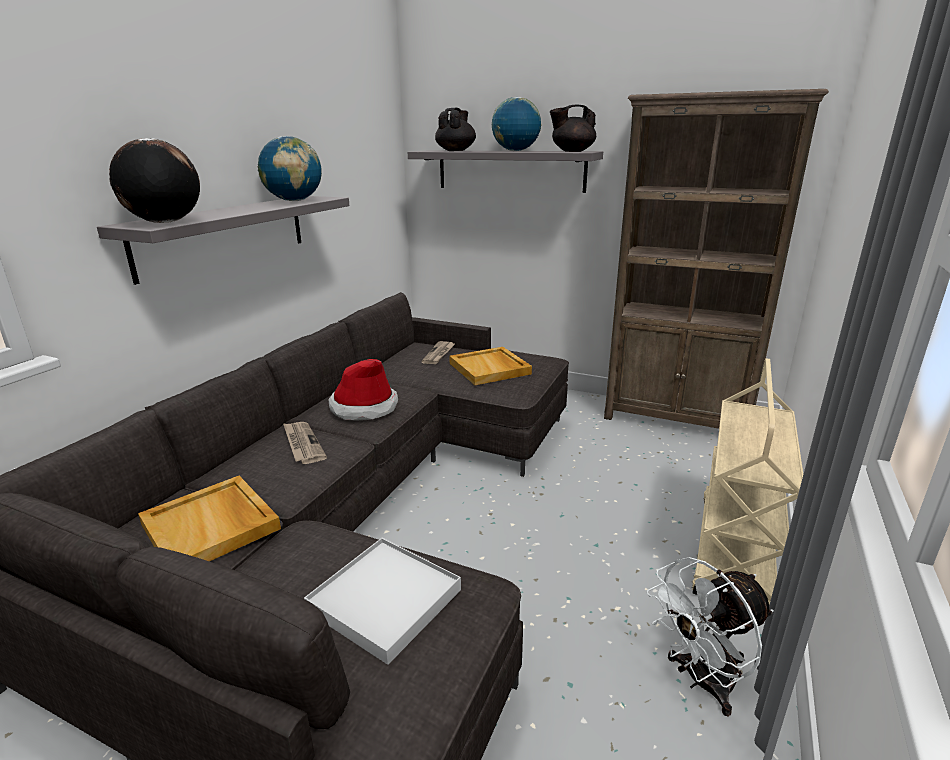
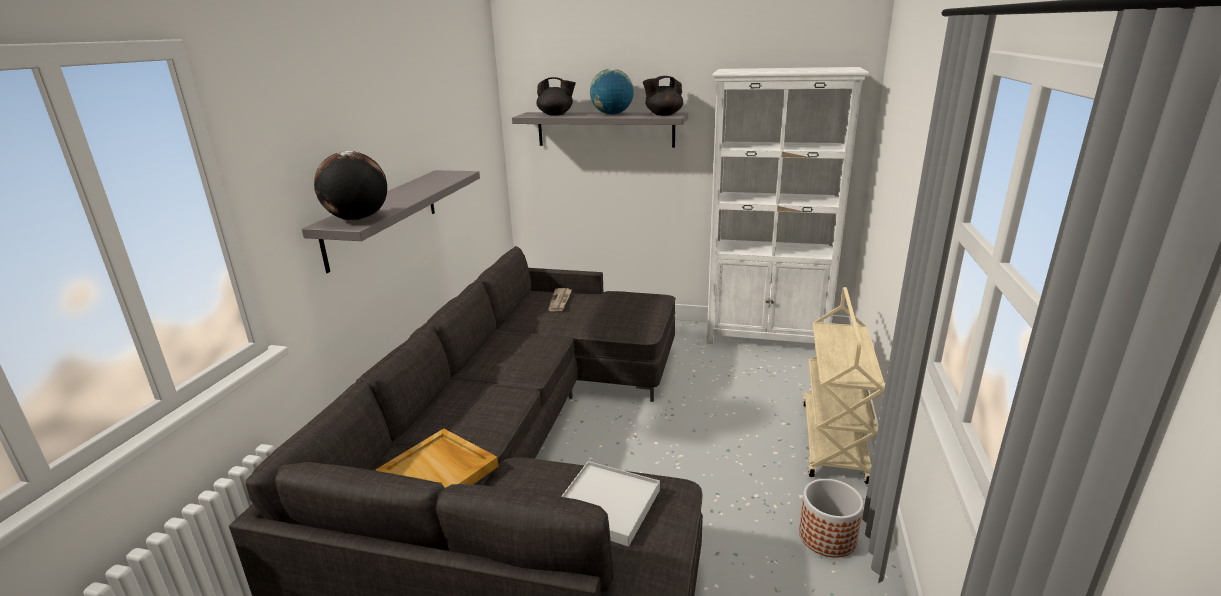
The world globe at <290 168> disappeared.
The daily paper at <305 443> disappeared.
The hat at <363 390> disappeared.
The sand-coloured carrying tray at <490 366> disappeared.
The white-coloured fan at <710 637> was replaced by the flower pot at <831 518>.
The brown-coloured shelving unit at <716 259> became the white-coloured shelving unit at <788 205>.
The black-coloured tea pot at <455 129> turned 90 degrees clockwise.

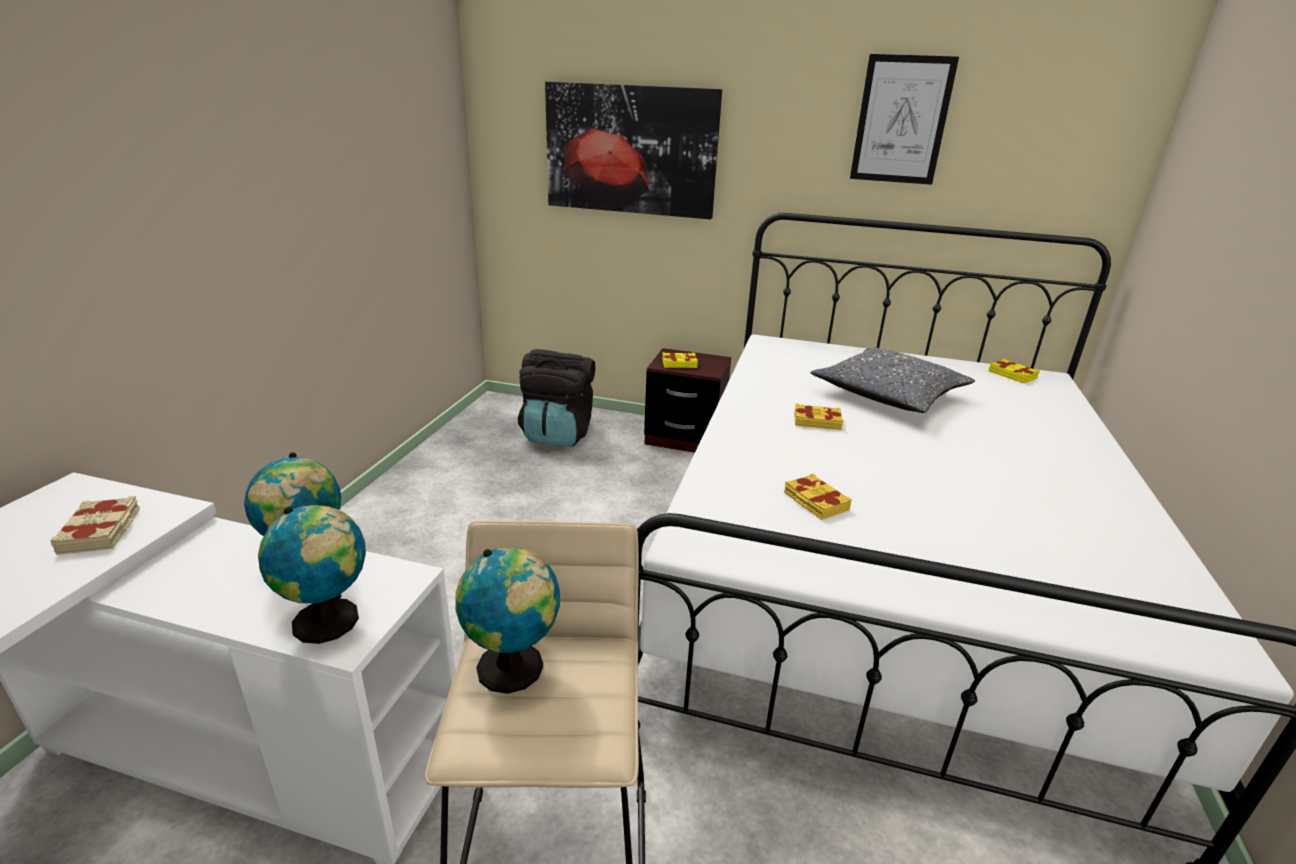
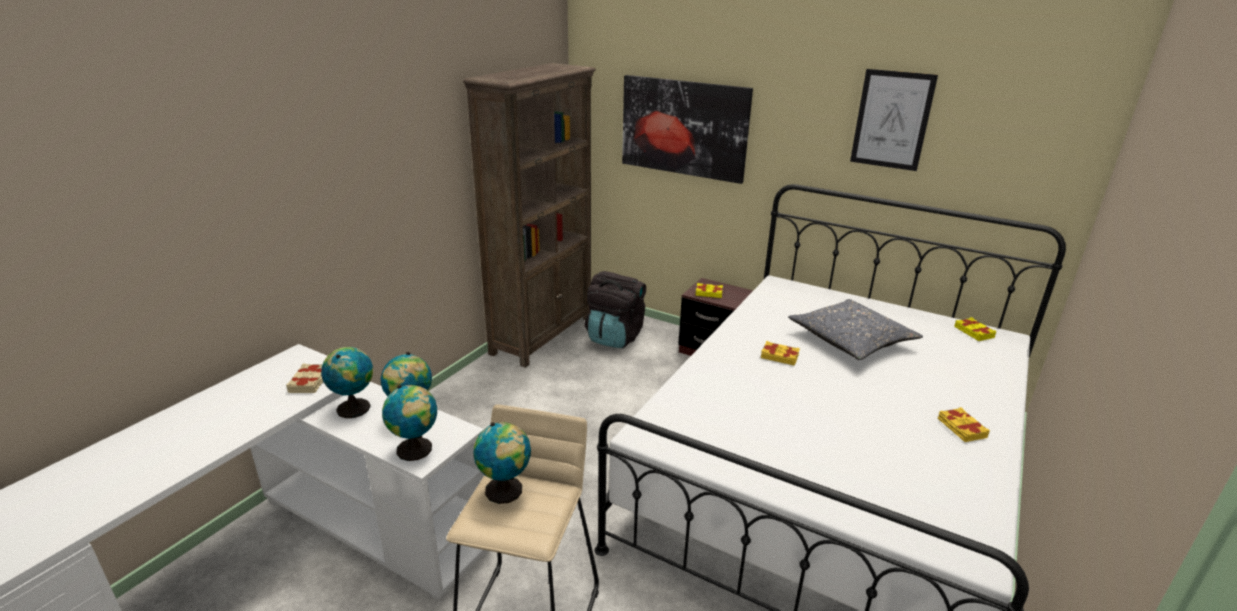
The world globe at <347 382> appeared.
The brown-coloured shelving unit at <529 215> appeared.
The yellow volume moved from <818 496> to <963 424>.

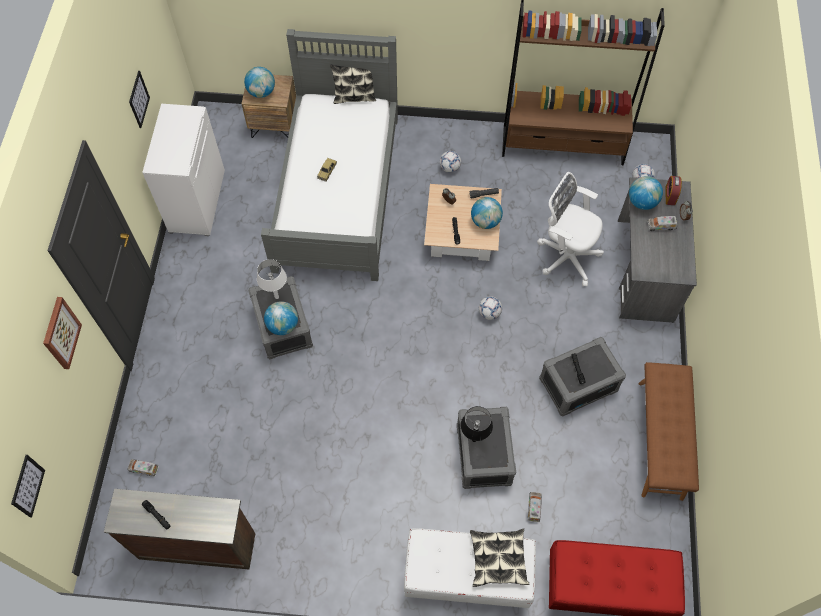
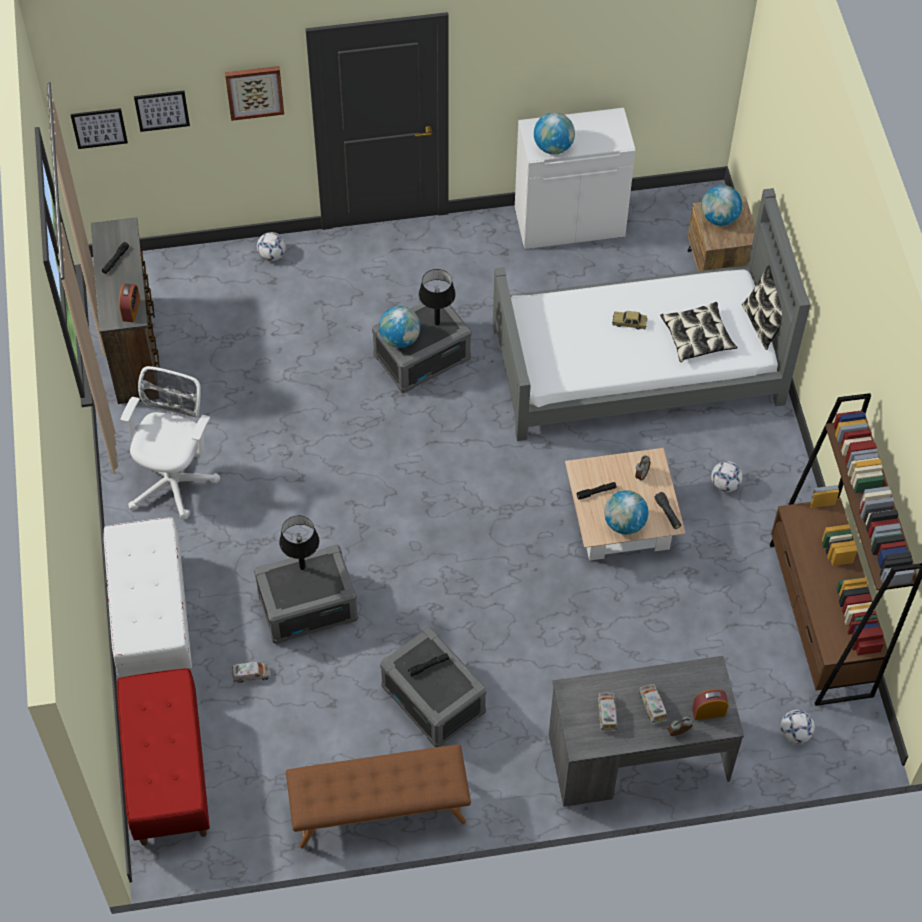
The bedside clock at <129 302> appeared.
The toy lorry moved from <143 468> to <607 712>.
The picture moved from <139 99> to <162 111>.
The throw pillow moved from <499 557> to <699 332>.
The football moved from <490 308> to <271 246>.
The white-coloured desk chair moved from <570 229> to <170 443>.
The world globe moved from <646 193> to <554 133>.
The white-coloured table lamp at <272 279> became the black-coloured table lamp at <437 297>.

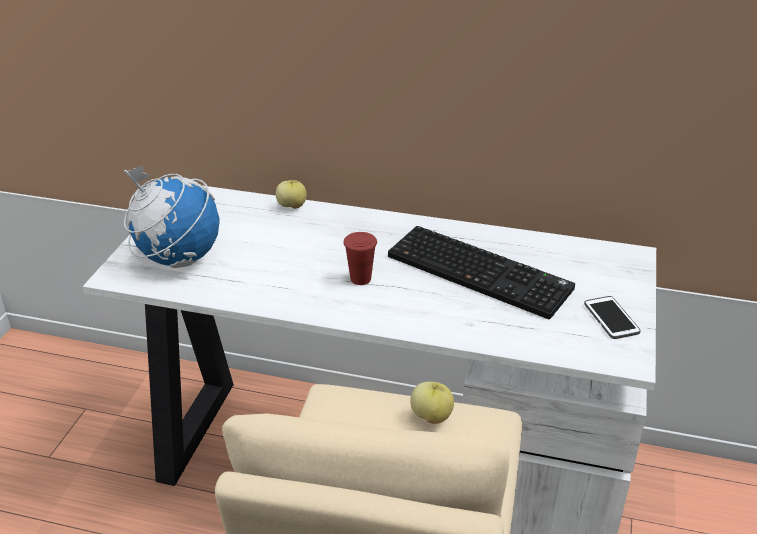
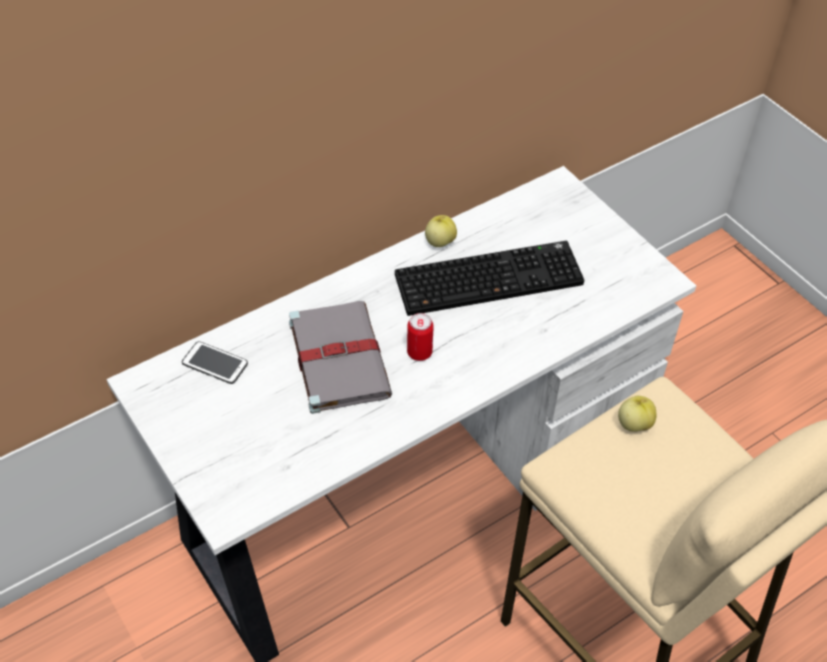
The world globe at <171 216> disappeared.
The greyish volume at <340 357> appeared.
The apple moved from <291 194> to <441 231>.
The handset moved from <612 317> to <215 362>.
The reddish small cup at <360 258> was replaced by the sealed can at <420 337>.

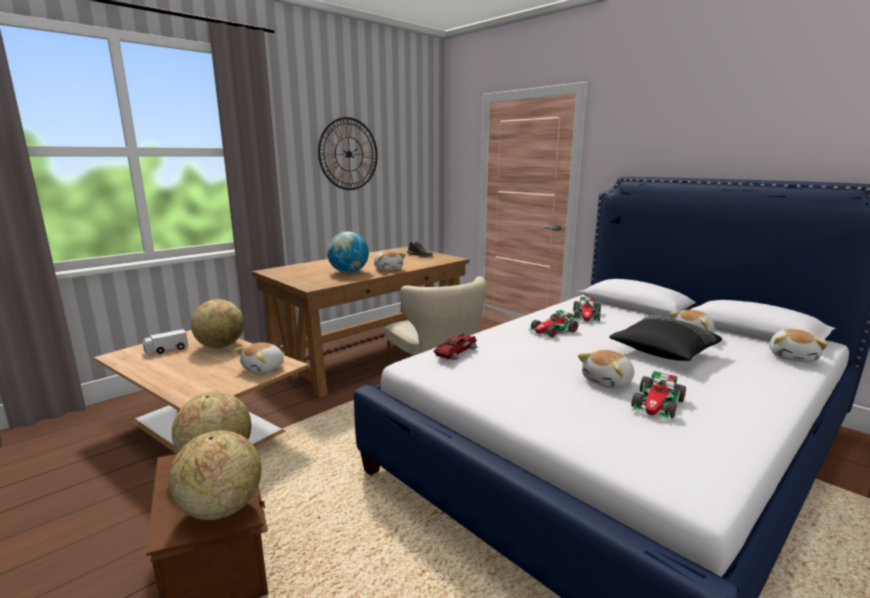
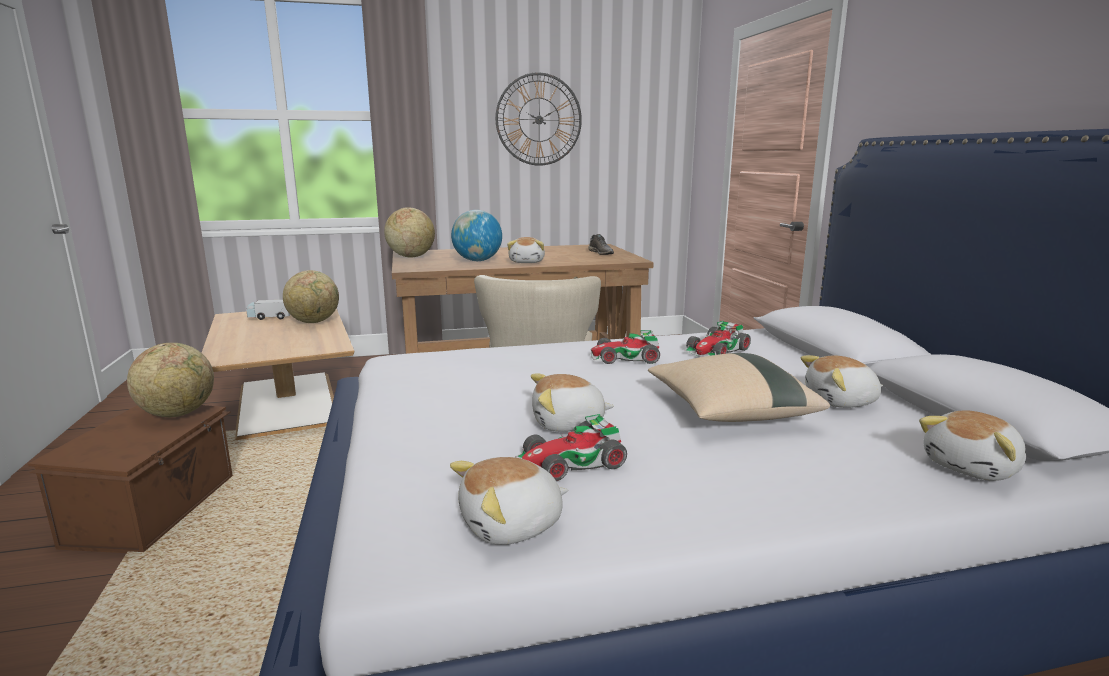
The miniature car at <456 347> disappeared.
The world globe moved from <215 475> to <409 232>.
The soft toy moved from <259 357> to <509 501>.
The black-coloured throw pillow at <665 339> became the sand-coloured throw pillow at <739 387>.

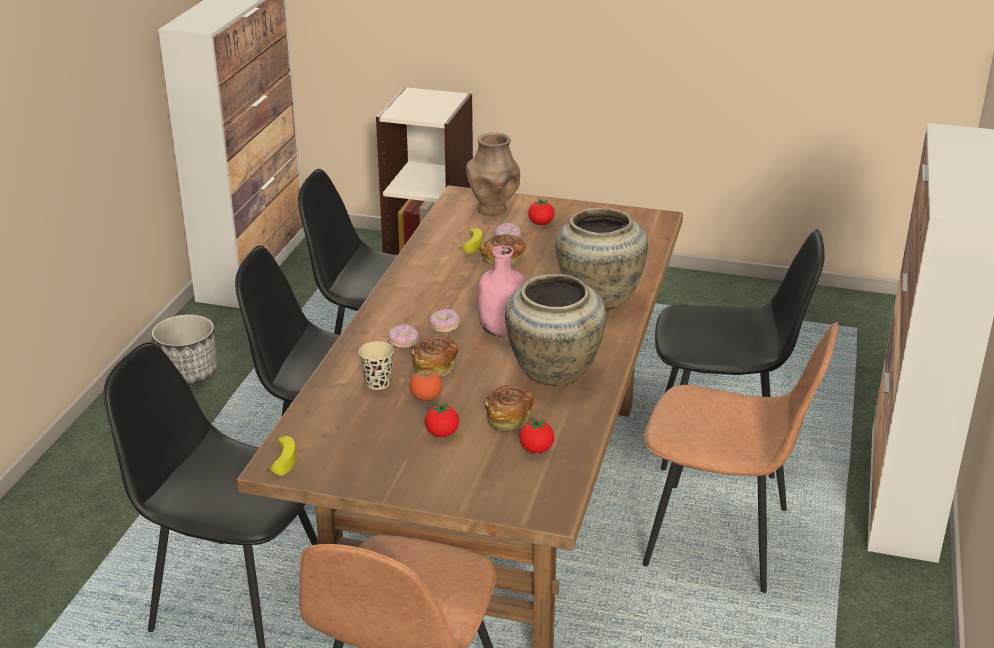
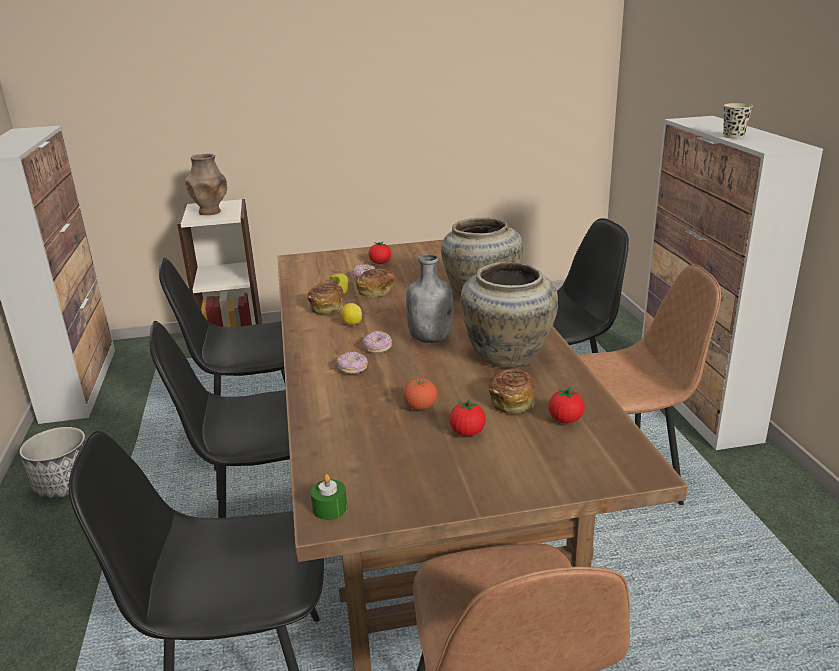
The whole lemon at <351 314> appeared.
The sand-coloured small cup moved from <376 365> to <738 121>.
The bread moved from <434 356> to <325 298>.
The brown-coloured vase moved from <493 175> to <206 184>.
The banana fruit at <281 456> was replaced by the green-coloured wax light at <329 497>.
The pink-coloured drink bottle at <502 291> became the greyish drink bottle at <429 298>.

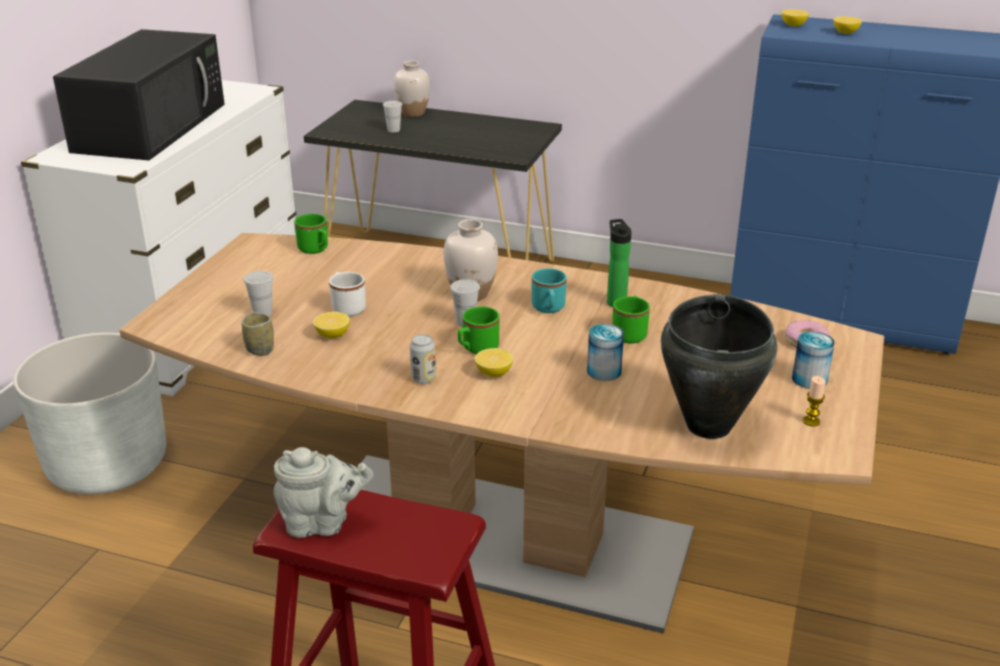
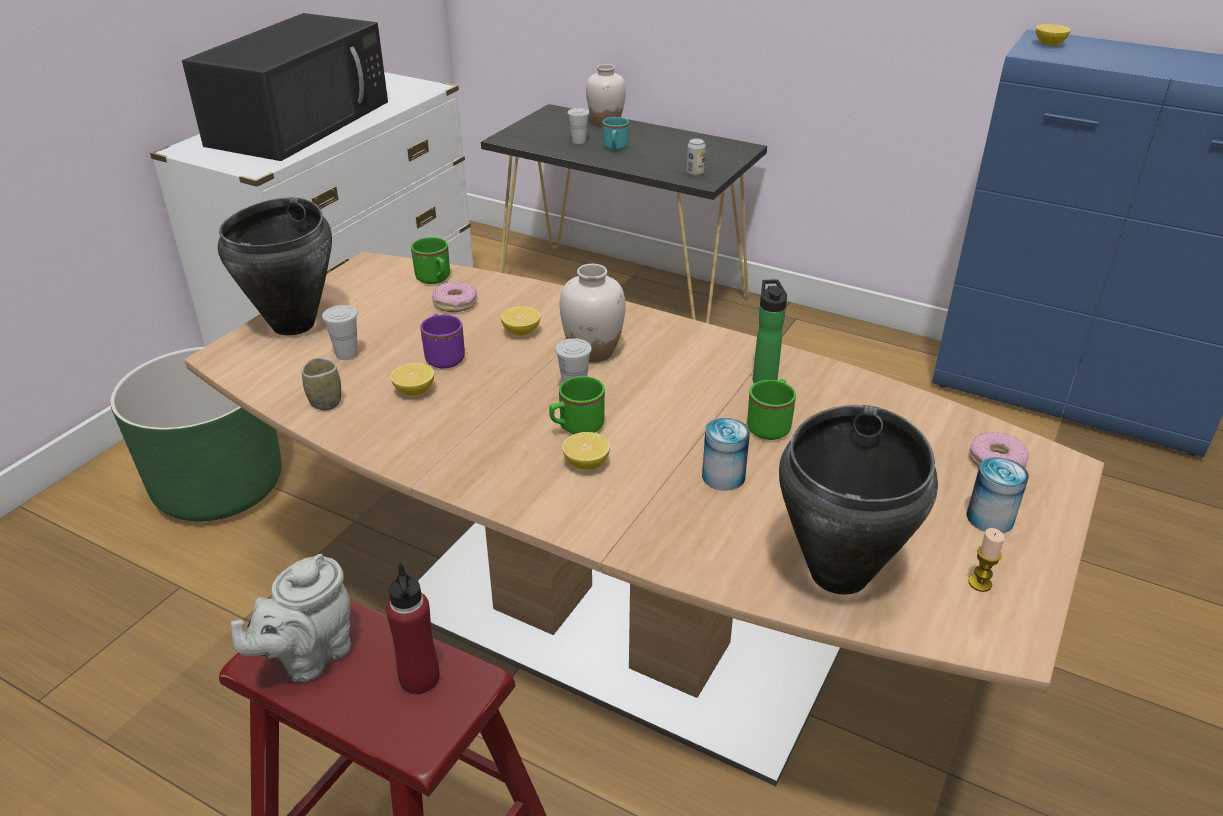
The black-coloured stockpot at <275 266> appeared.
The reddish drink bottle at <413 628> appeared.
The doughnut at <454 296> appeared.
The sealed can moved from <423 359> to <696 157>.
The turquoise mug moved from <549 290> to <616 133>.
The whole lemon moved from <847 25> to <521 321>.
The white-coloured flower pot at <89 413> became the green-coloured flower pot at <196 434>.
The white-coloured mug at <347 294> became the purple-coloured mug at <442 341>.
The greyish tea pot at <323 492> turned 120 degrees clockwise.

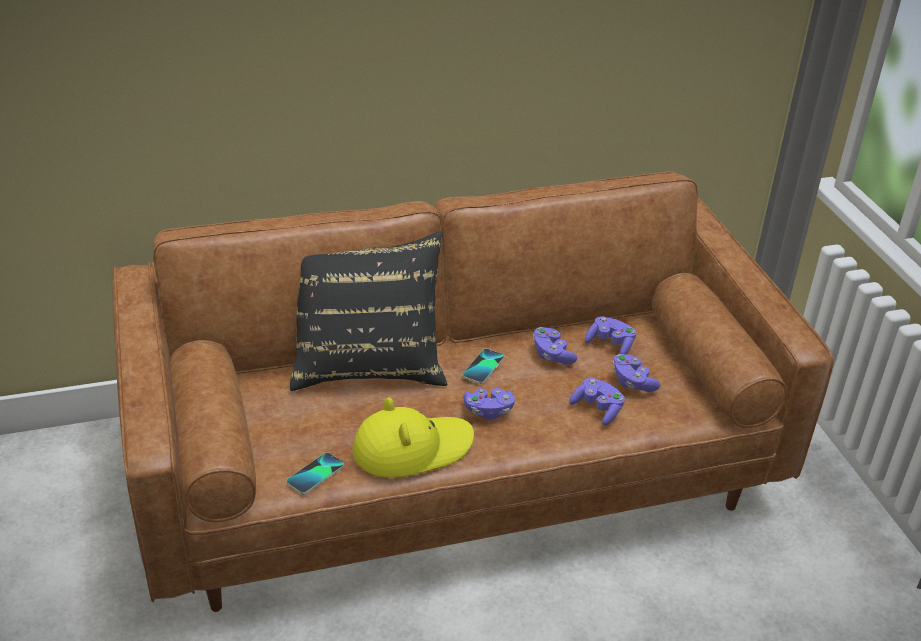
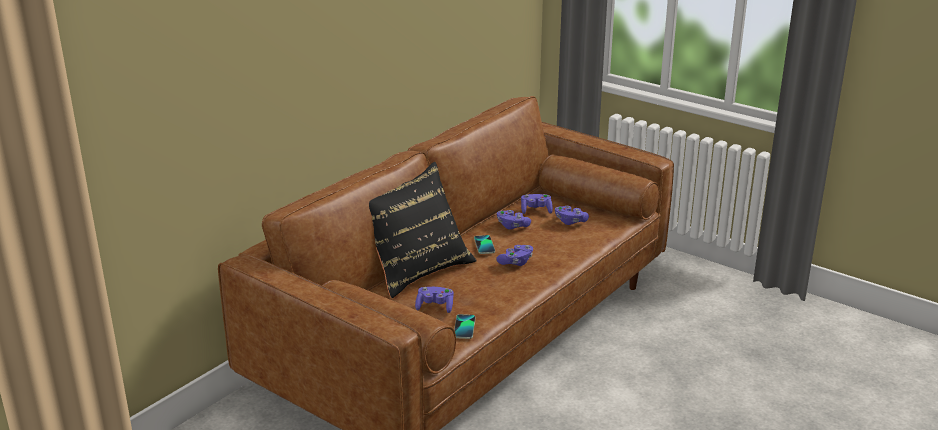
The yellow hat at <413 438> disappeared.
The purple-coloured game controller moved from <597 402> to <434 300>.

